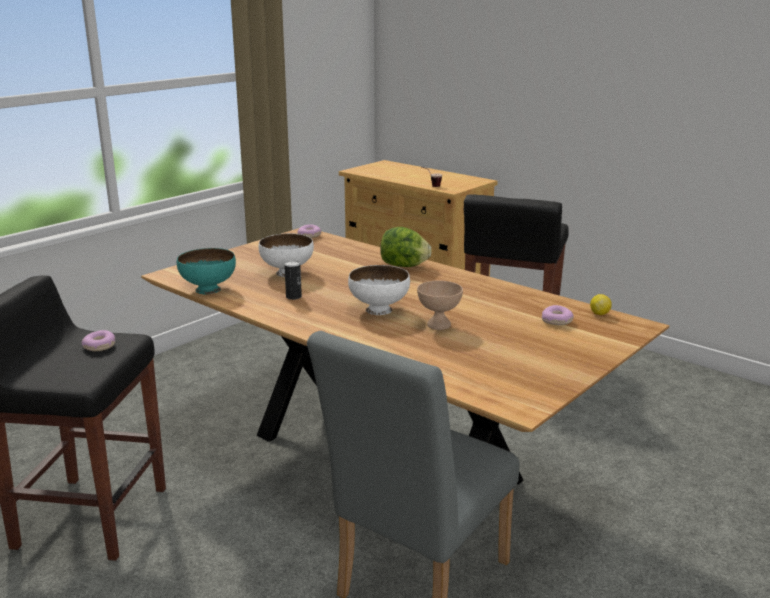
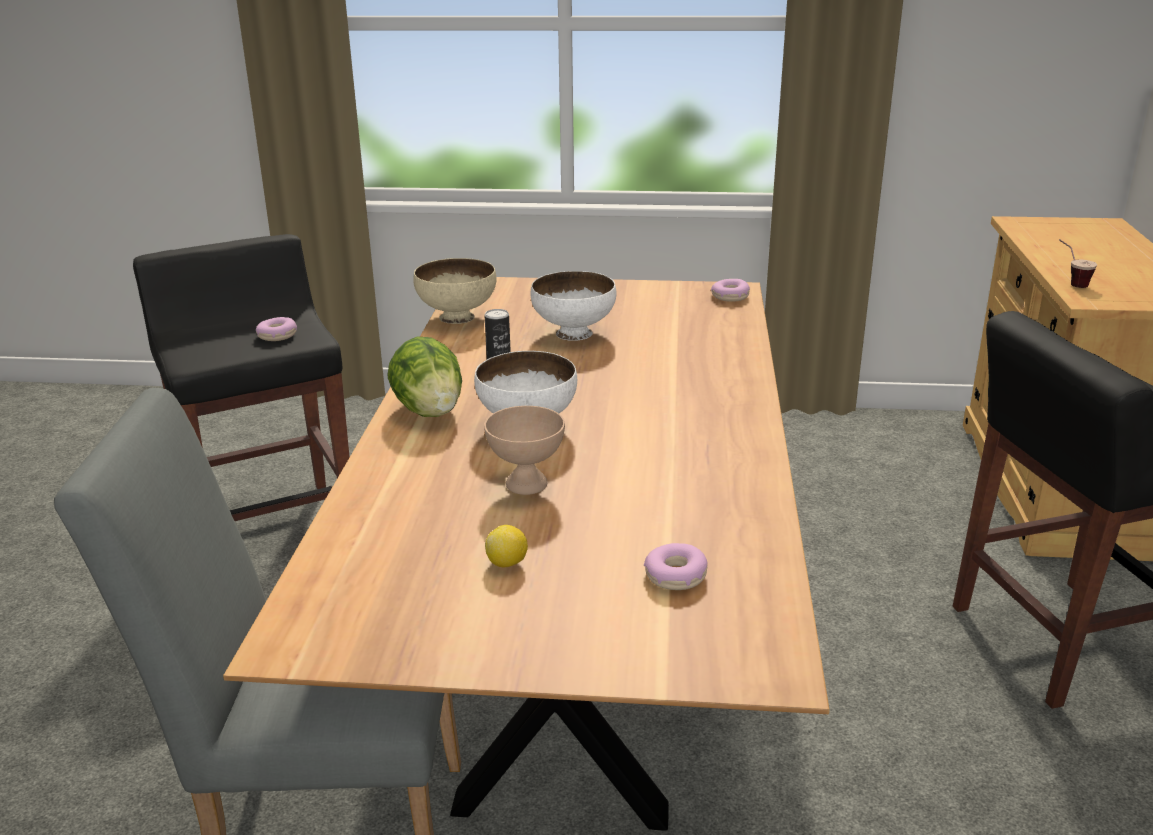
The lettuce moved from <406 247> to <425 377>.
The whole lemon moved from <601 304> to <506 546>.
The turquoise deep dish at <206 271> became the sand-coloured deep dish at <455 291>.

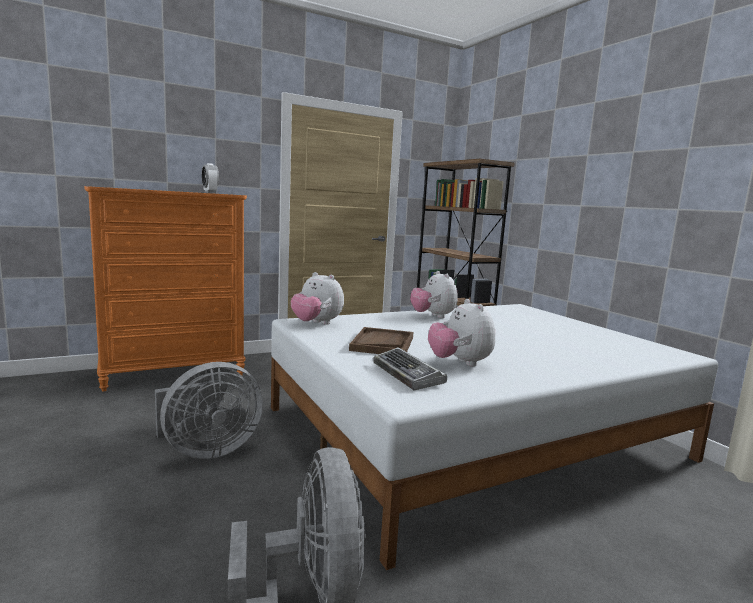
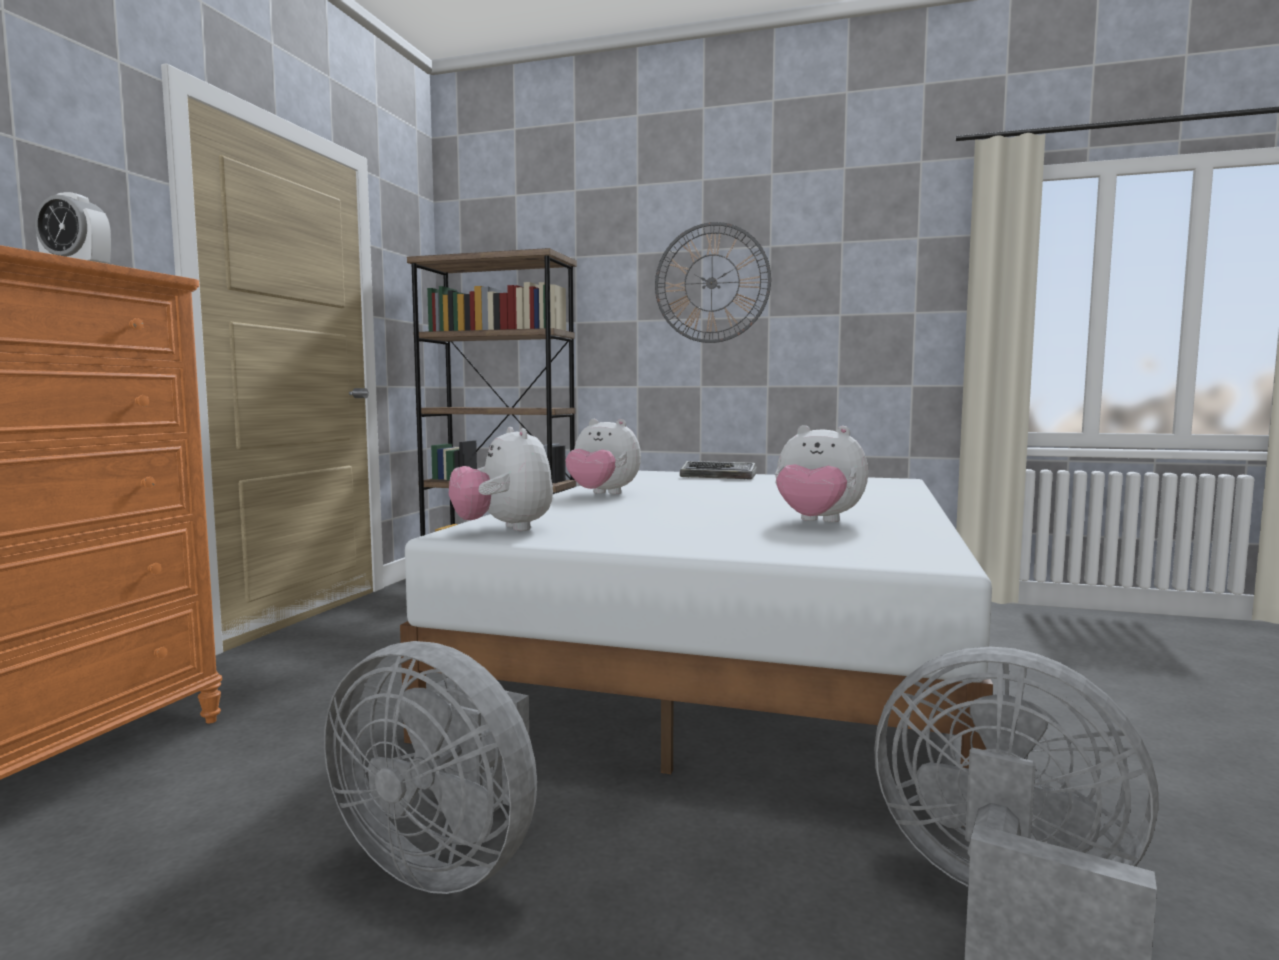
The brown-coloured carrying tray at <381 340> disappeared.
The hanging clock at <713 282> appeared.
The keyboard moved from <410 368> to <718 470>.
The greyish fan at <209 410> turned 105 degrees clockwise.
The soft toy at <317 298> turned 75 degrees clockwise.

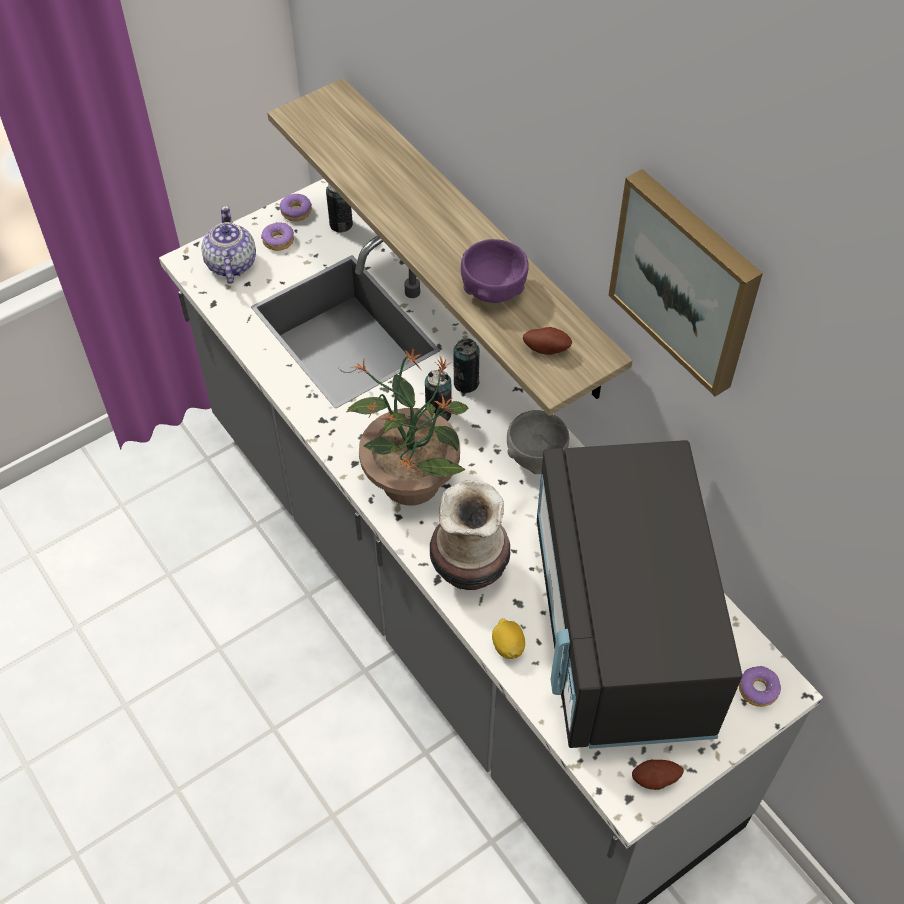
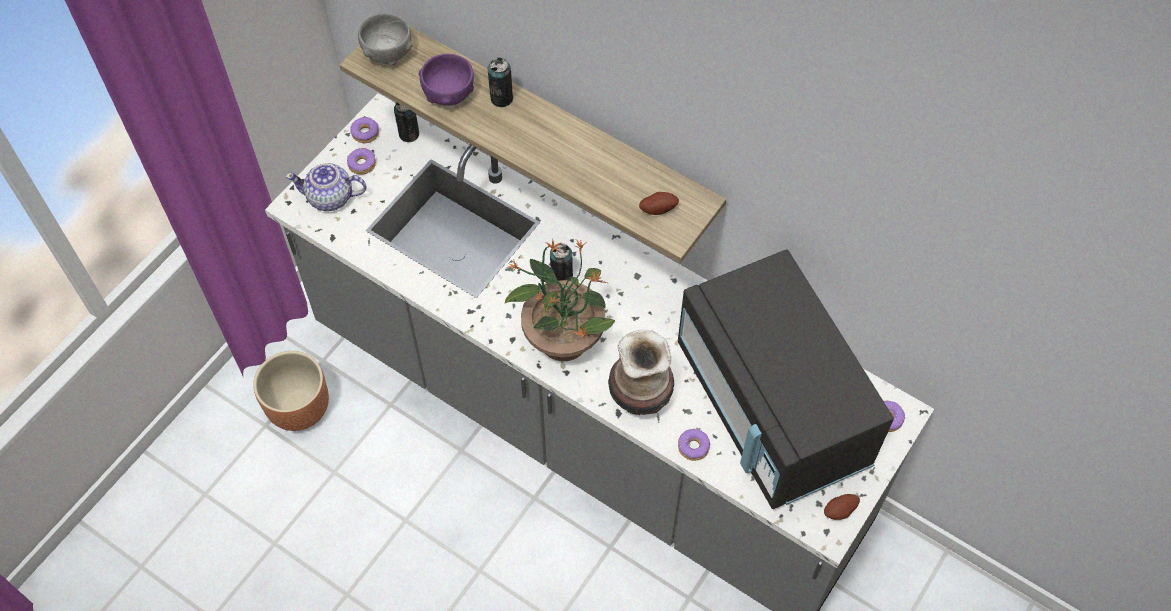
The picture at <686 283> disappeared.
The brown-coloured flower pot at <291 391> appeared.
The sealed can moved from <466 365> to <500 82>.
The purple-coloured deep dish moved from <495 271> to <446 80>.
The greyish deep dish moved from <538 442> to <385 39>.
The whole lemon at <508 638> was replaced by the doughnut at <694 445>.
The tea pot at <228 244> turned 60 degrees counterclockwise.

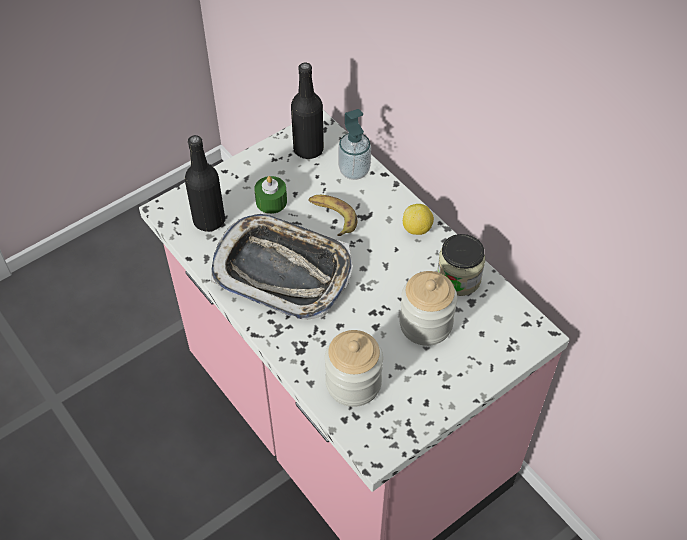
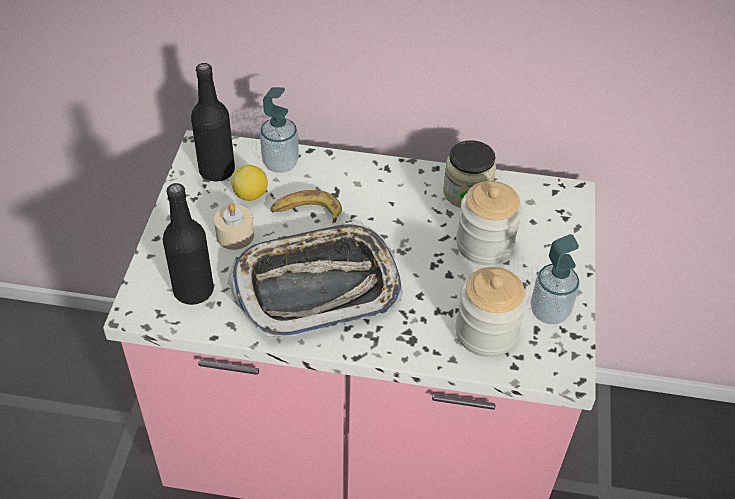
The soap bottle at <555 279> appeared.
The whole lemon moved from <418 219> to <249 183>.
The green-coloured wax light at <270 195> became the sand-coloured wax light at <234 227>.

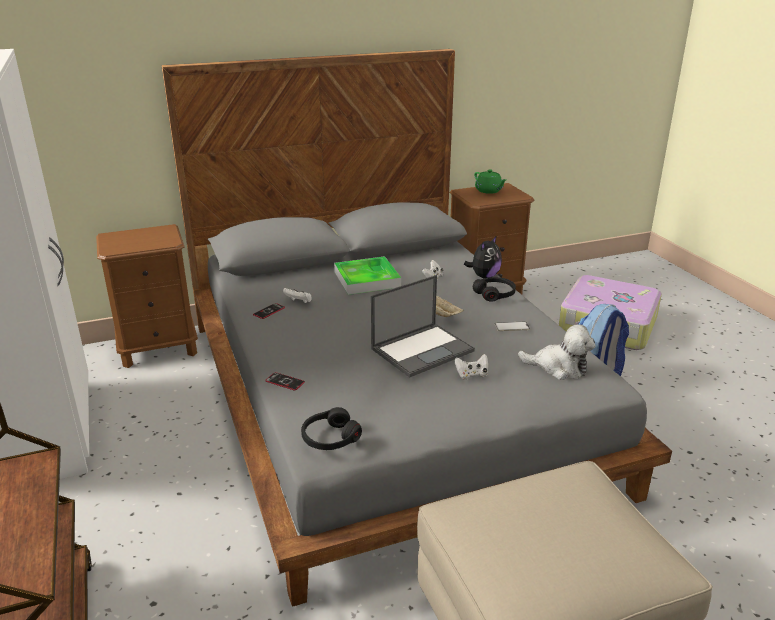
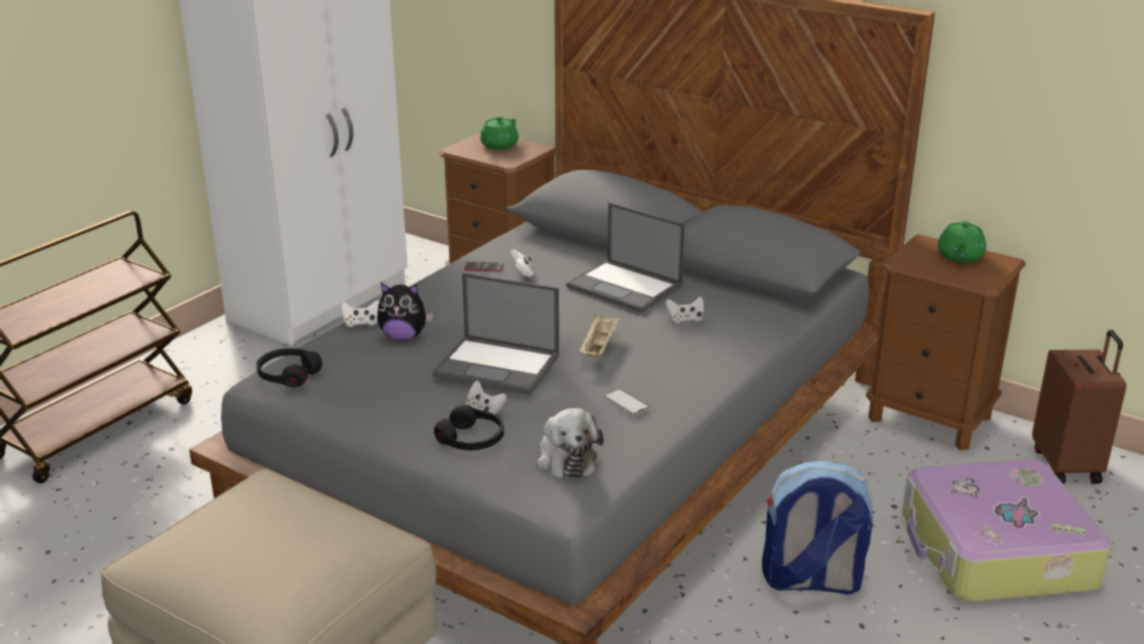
The green-coloured tea pot at <499 133> appeared.
The brown-coloured piece of luggage at <1079 407> appeared.
The soft toy moved from <483 257> to <405 312>.
The black-coloured headphones moved from <494 289> to <469 427>.
The handset at <285 381> was replaced by the white-coloured game controller at <360 313>.
The carrying tray at <367 275> was replaced by the notebook computer at <625 257>.

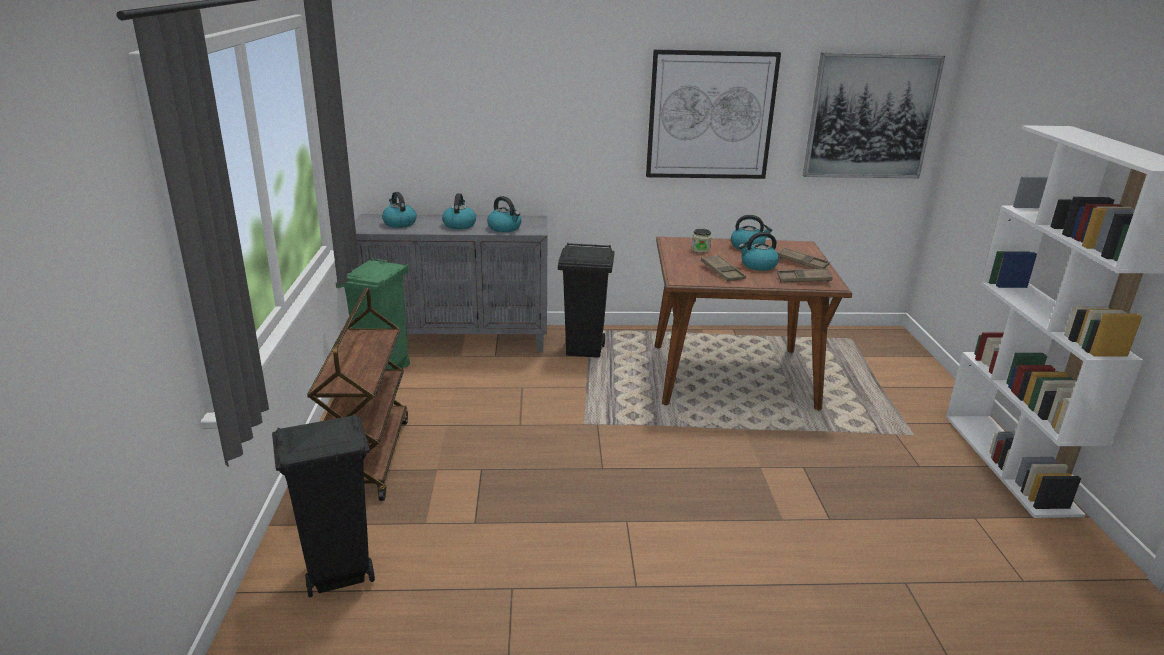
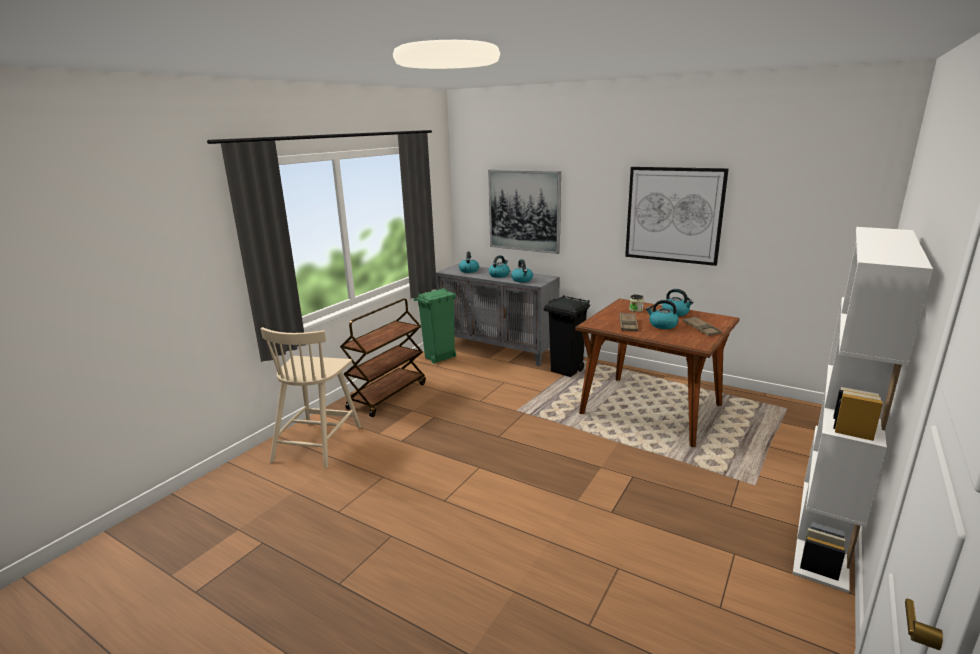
The brown-coloured carrying tray at <805 275> disappeared.
The picture moved from <874 115> to <524 212>.
The black-coloured waste bin at <323 505> was replaced by the sand-coloured upright chair at <311 397>.

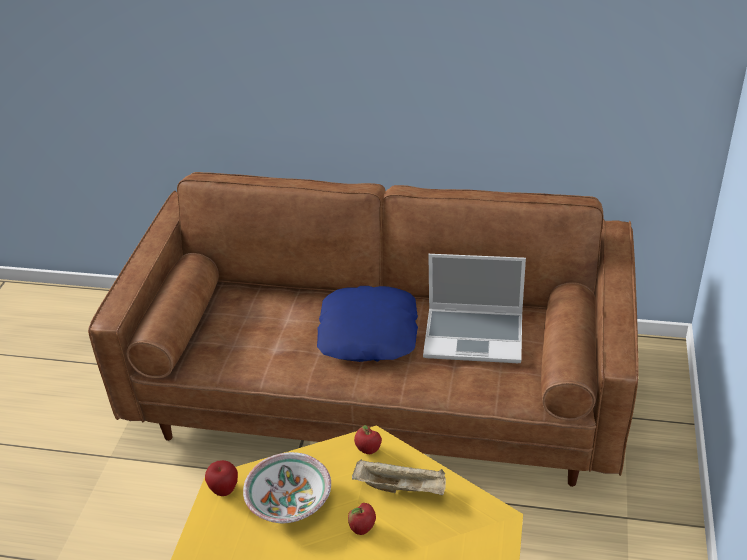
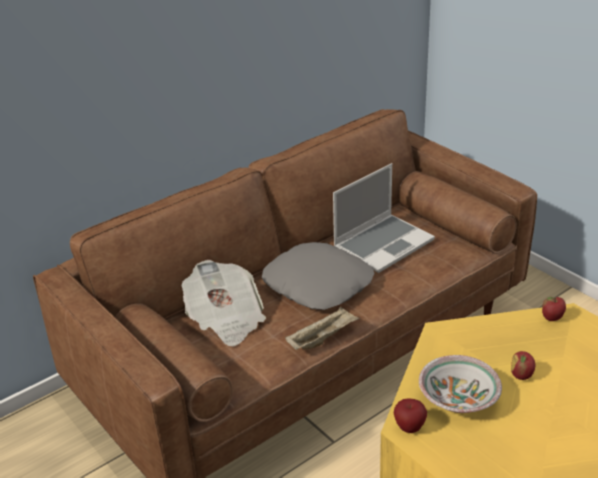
The daily paper at <223 303> appeared.
The sand-coloured carrying tray moved from <399 477> to <322 328>.
The apple moved from <368 439> to <554 309>.
The blue-coloured throw pillow at <367 324> became the greyish throw pillow at <318 276>.

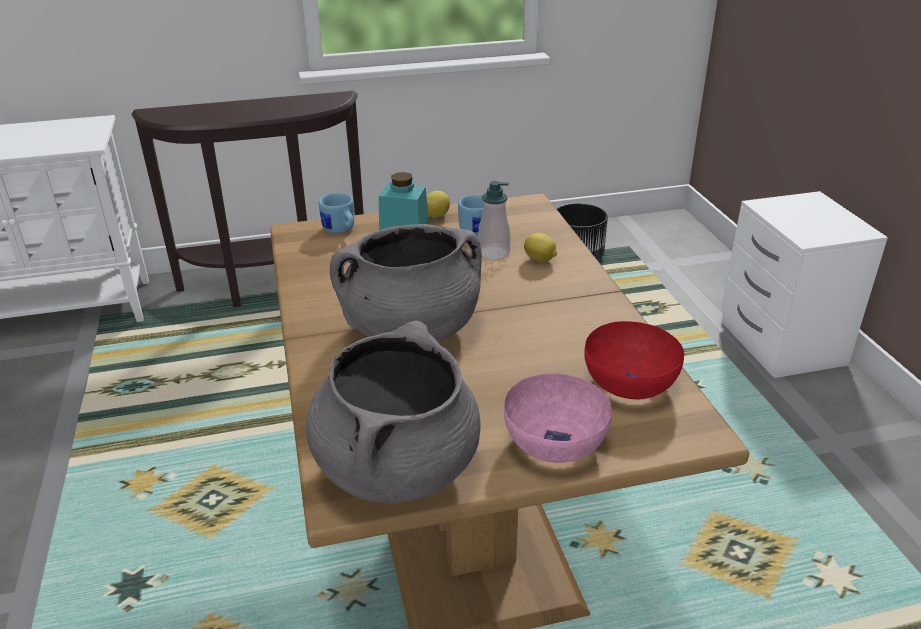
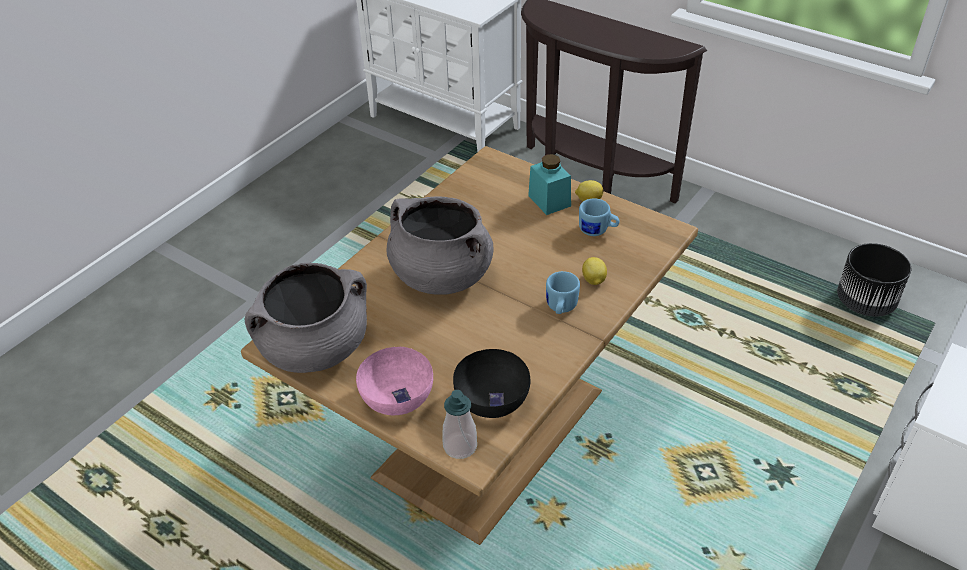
The blue-coloured mug moved from <336 213> to <563 292>.
The soap bottle moved from <494 220> to <459 424>.
The reddish deep dish at <634 360> became the black-coloured deep dish at <491 383>.

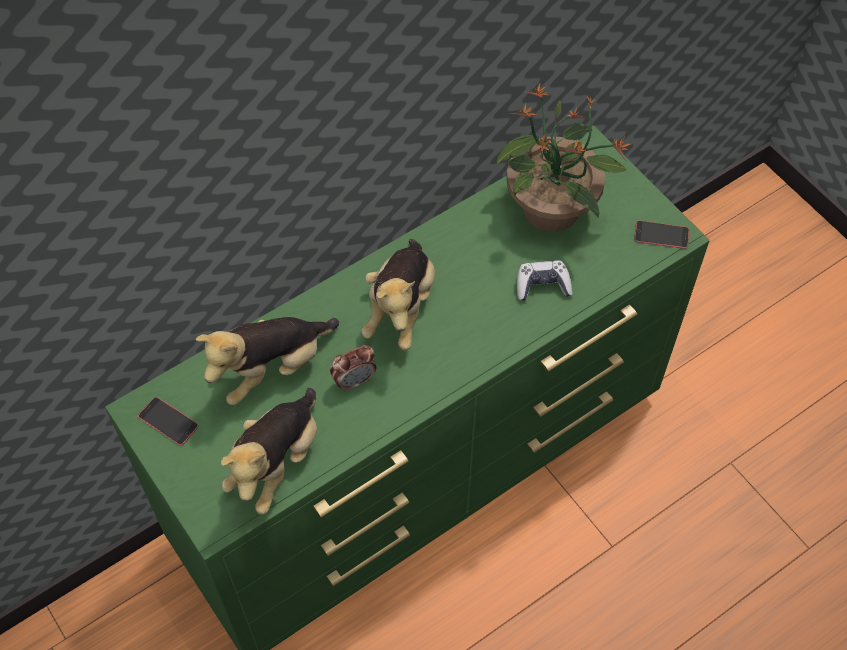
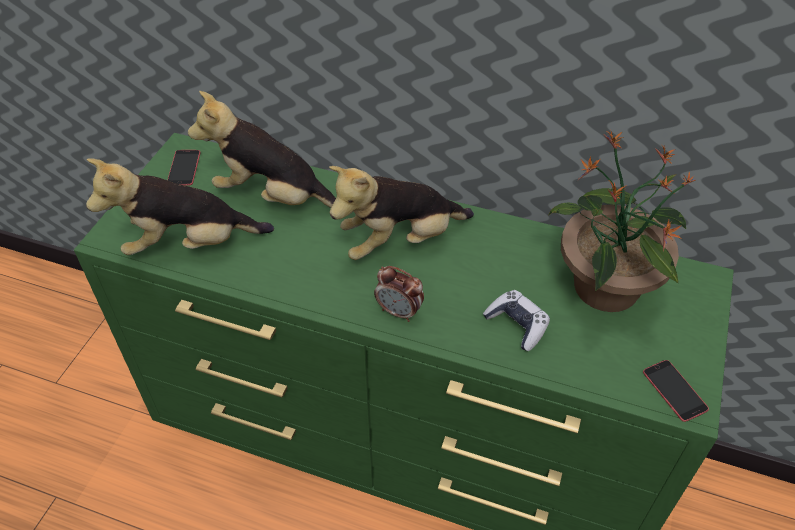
The bedside clock moved from <353 368> to <399 294>.

